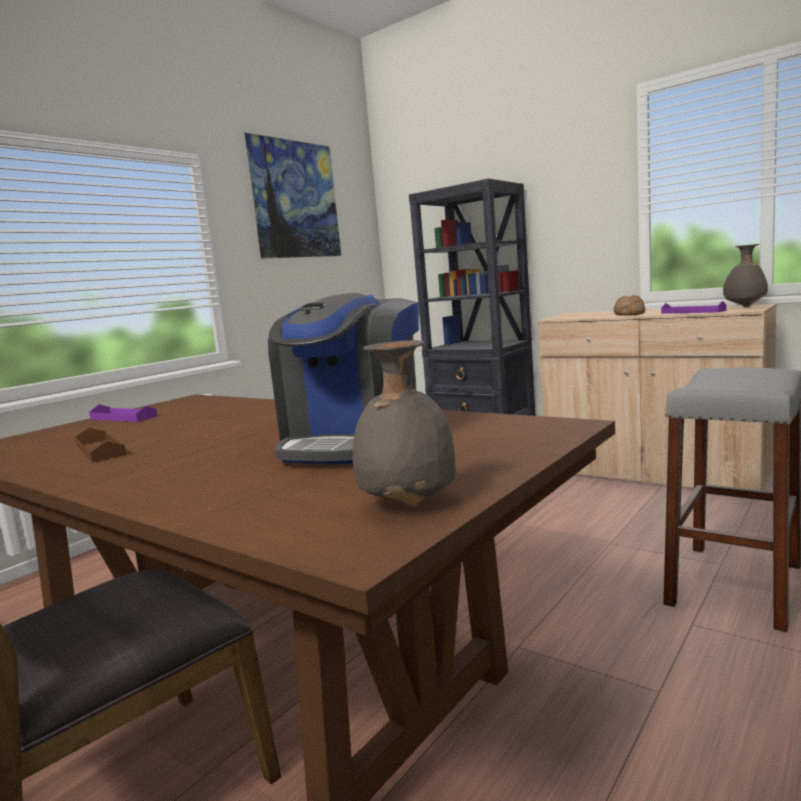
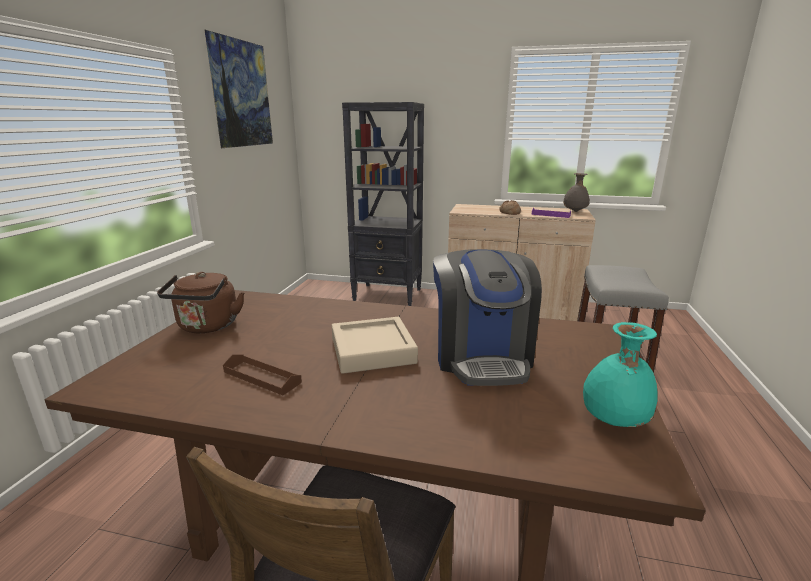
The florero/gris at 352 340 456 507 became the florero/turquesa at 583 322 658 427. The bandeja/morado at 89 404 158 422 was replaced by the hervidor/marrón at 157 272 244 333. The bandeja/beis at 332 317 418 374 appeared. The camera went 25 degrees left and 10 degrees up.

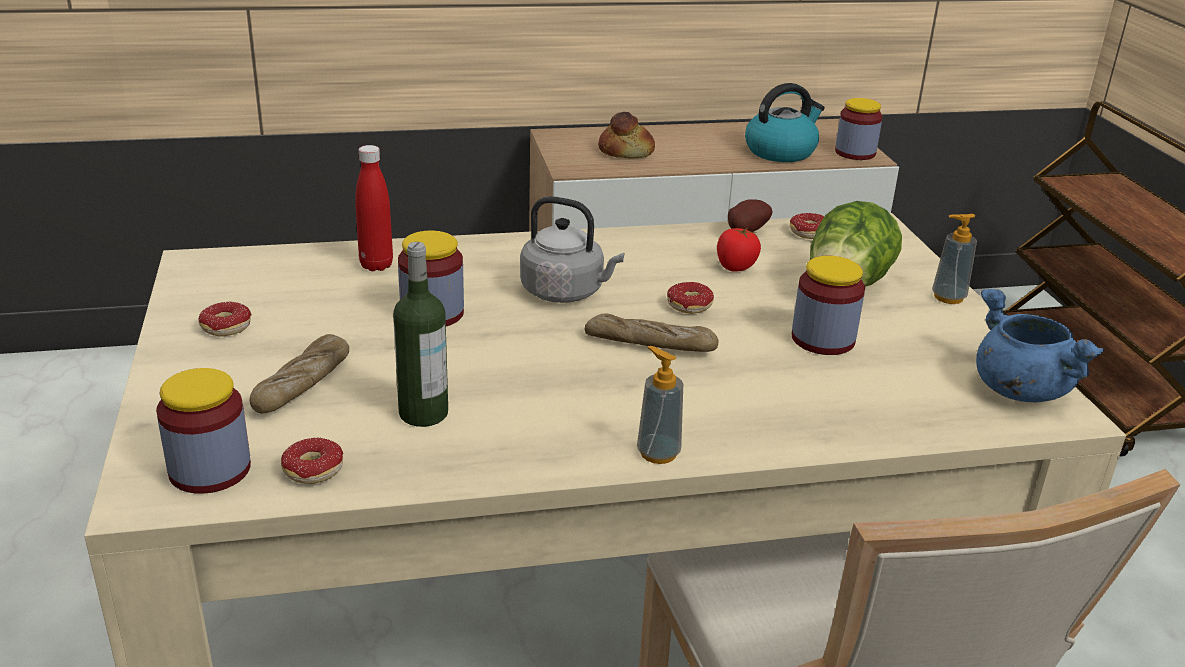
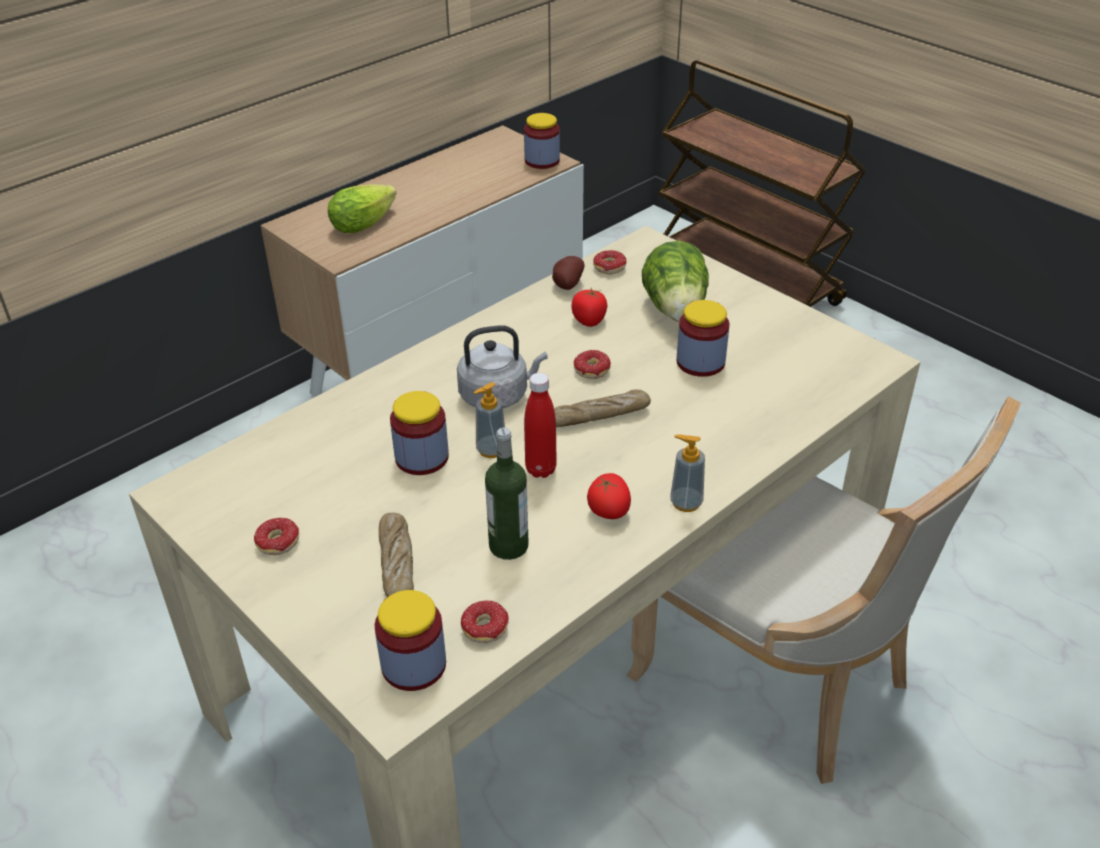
The hervidor at 745 83 825 162 disappeared. The pan at 598 112 655 159 was replaced by the lechuga at 328 184 397 233. The botella/rojo moved from 355 145 393 271 to 524 373 557 478. The dispensador de jabón moved from 932 214 977 304 to 474 382 505 458. The olla/azul at 976 289 1105 402 disappeared. The tomate at 587 473 631 519 appeared. The camera went 30 degrees left and 10 degrees up.

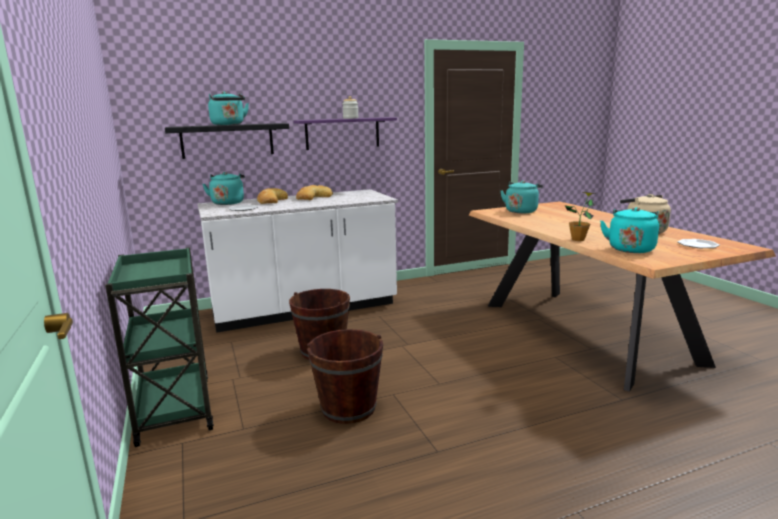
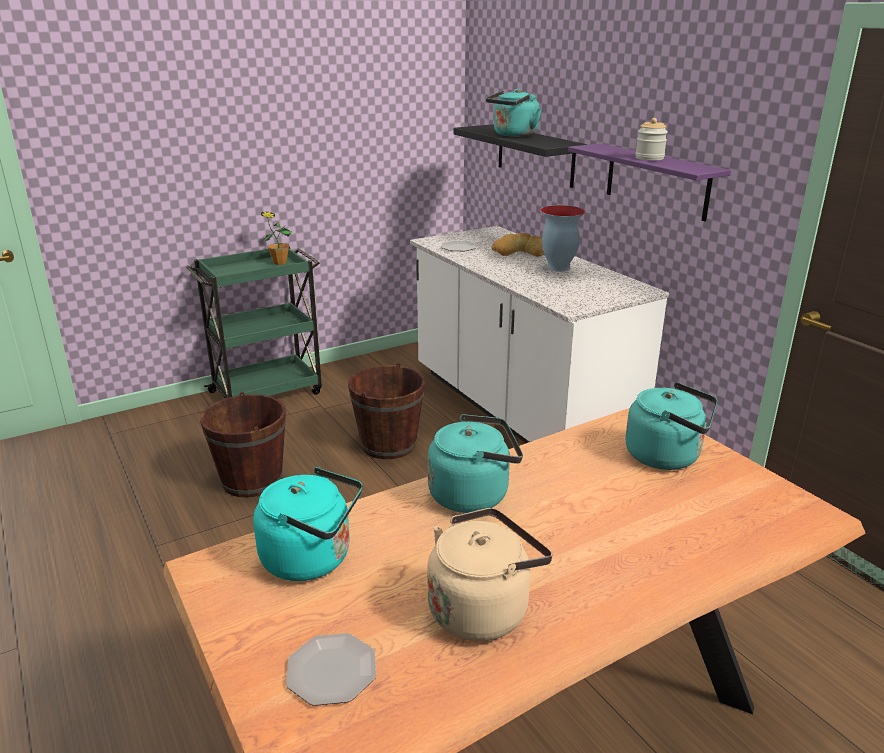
The hervidor/turquesa moved from 202 172 245 205 to 427 414 523 513. The pan at 296 185 333 200 was replaced by the florero at 540 205 586 272. The planta en maceta moved from 564 192 595 241 to 261 212 292 265. The camera went 80 degrees right and 10 degrees up.

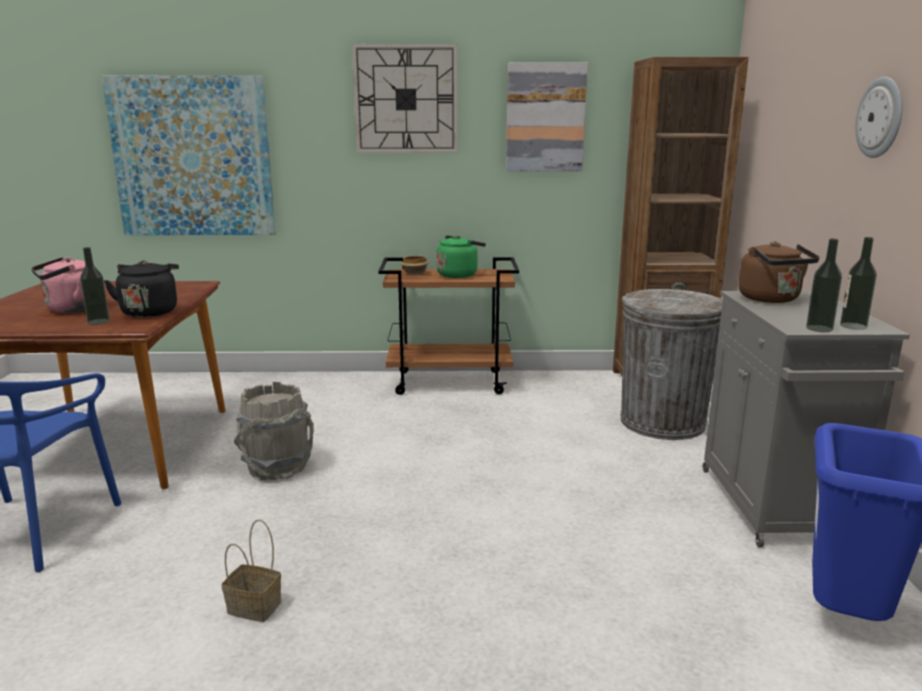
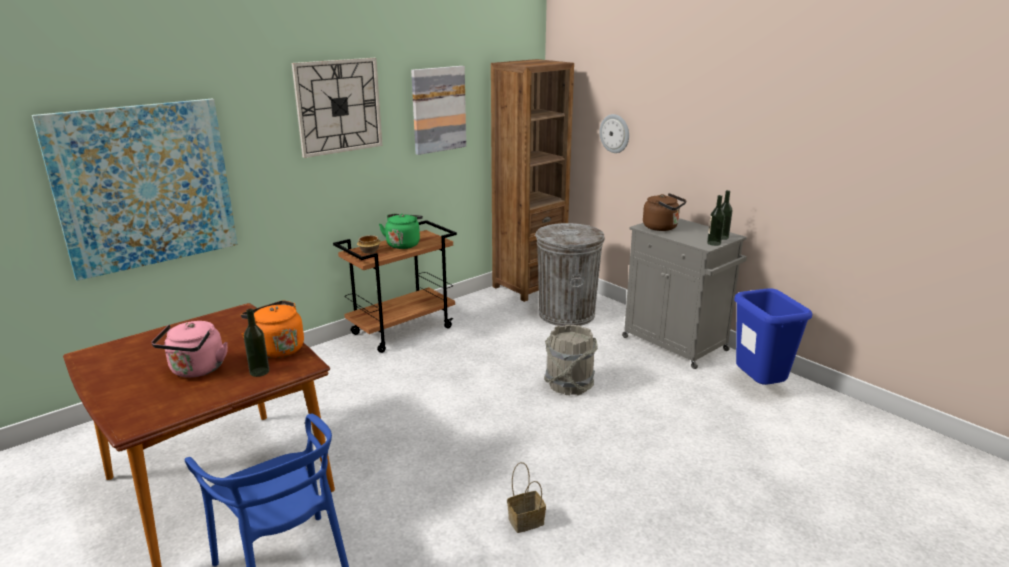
The reloj de pared moved from 855 77 902 158 to 599 114 629 153. The hervidor/negro at 104 260 179 317 became the hervidor/naranja at 241 300 304 358. The cubo/gris moved from 234 382 314 480 to 544 325 598 396. The camera went 40 degrees left and 5 degrees up.

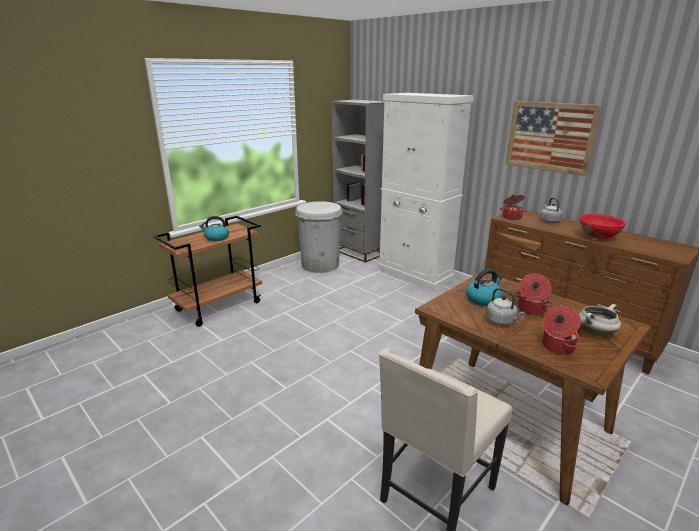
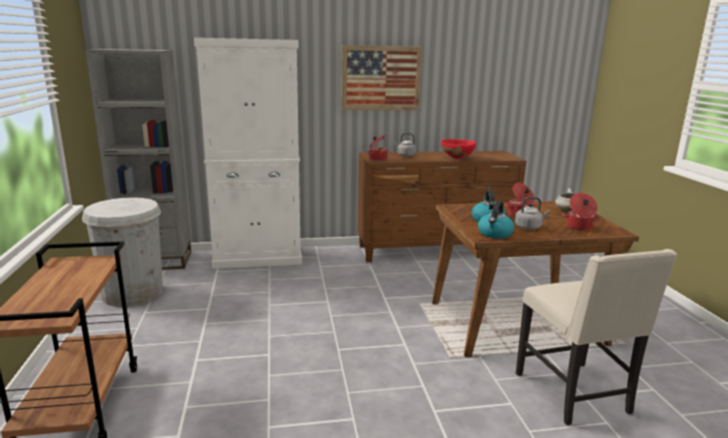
The hervidor moved from 199 216 229 241 to 478 201 514 239. The camera went 55 degrees left and 5 degrees down.

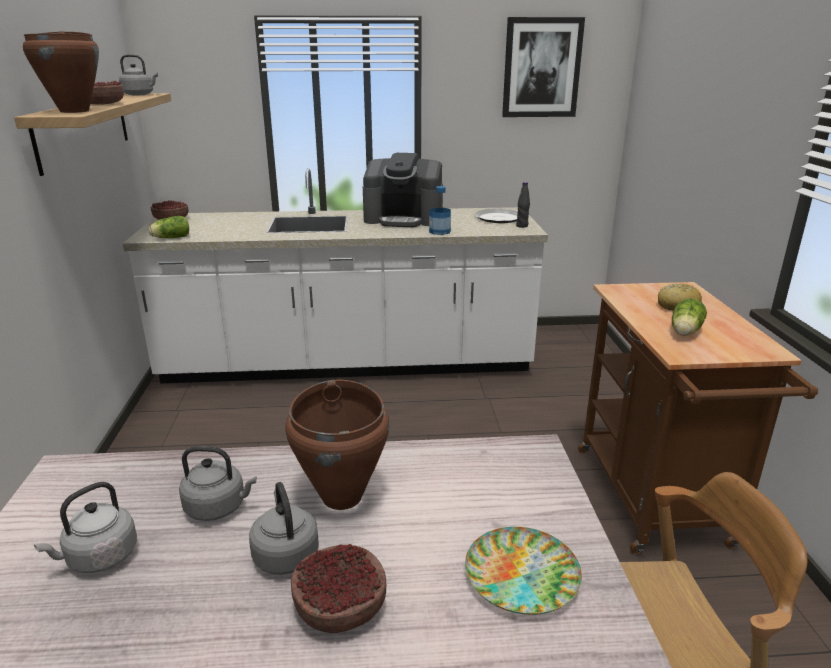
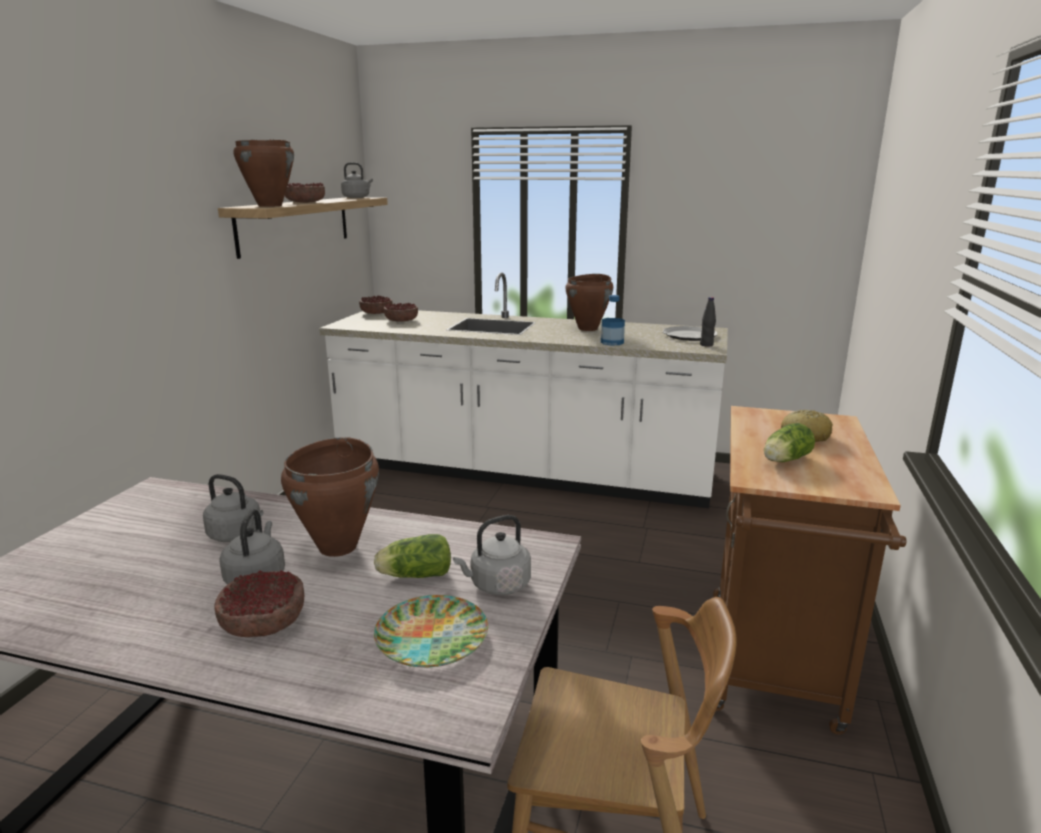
The cuadro at 502 17 585 117 disappeared. The cafetera at 363 153 443 227 was replaced by the olla/marrón at 565 274 613 331. The lechuga moved from 148 216 189 238 to 374 534 451 578. The hervidor/gris moved from 34 482 137 573 to 453 515 531 595. The cuenco at 384 303 418 322 appeared. The camera went 20 degrees right and 5 degrees down.

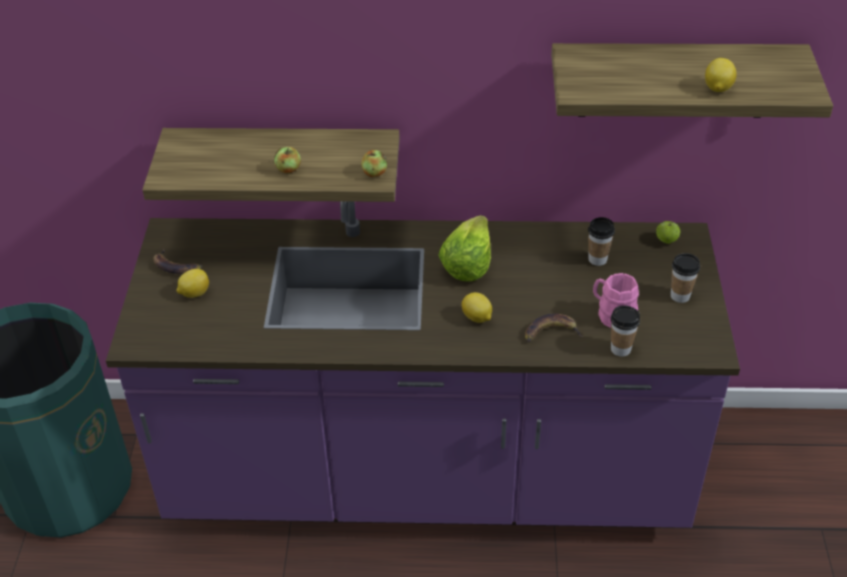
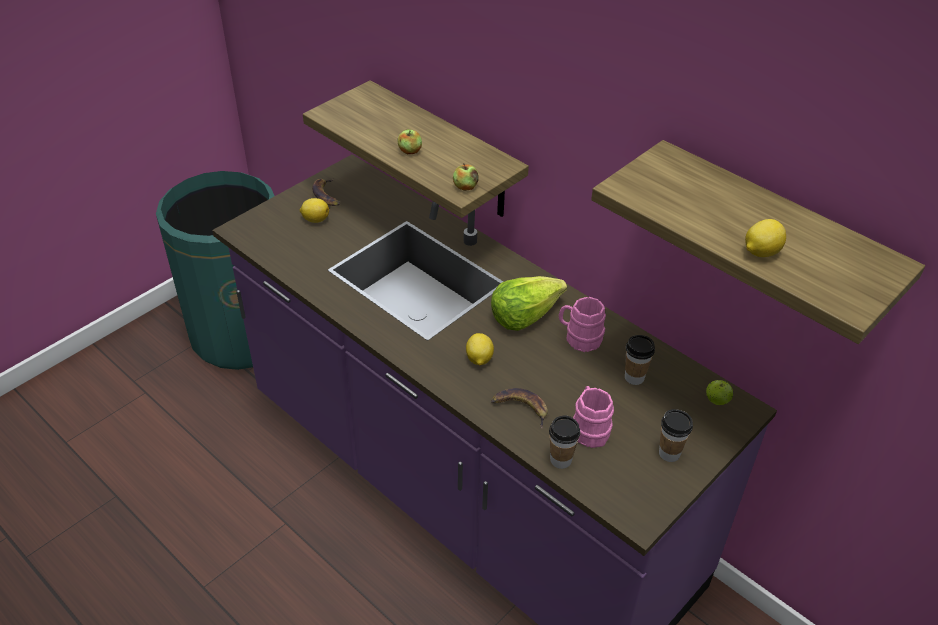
The taza grande/rosa at 559 297 606 352 appeared. The camera went 40 degrees right and 0 degrees up.

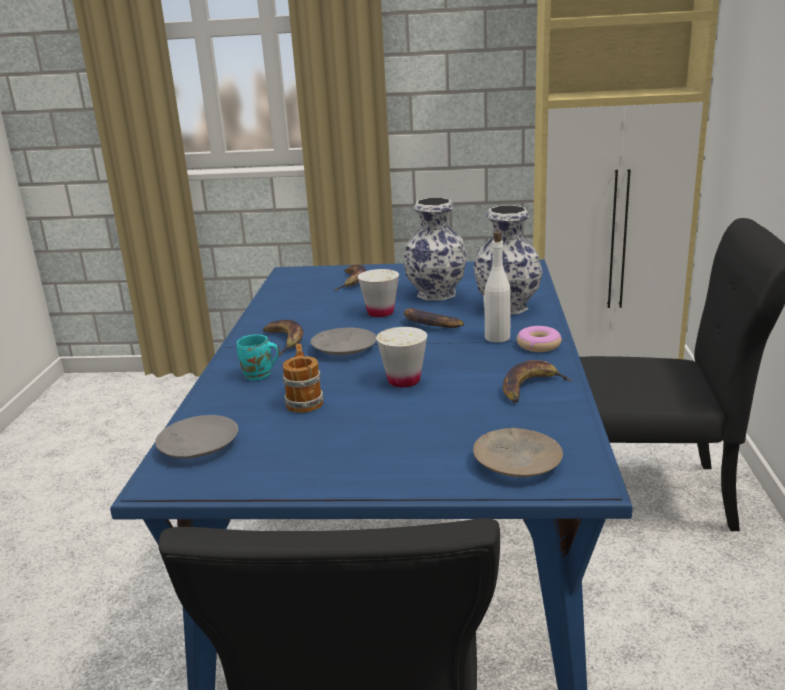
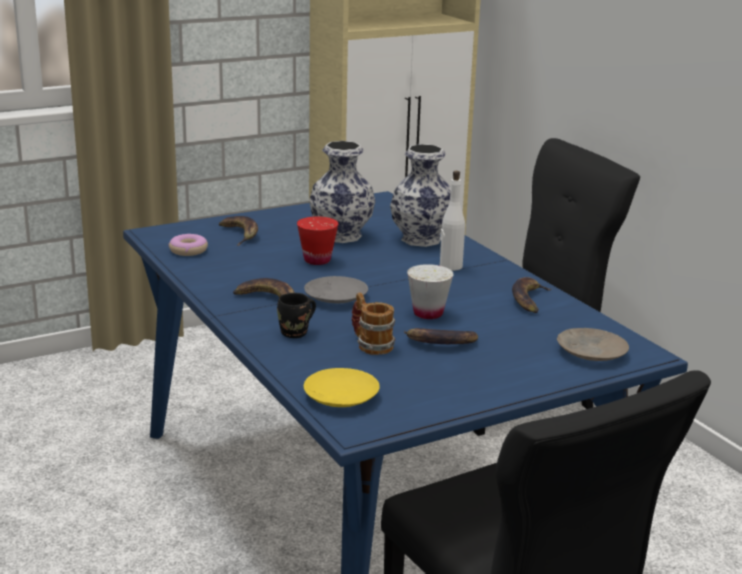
The taza/blanco at 358 269 399 317 became the taza/rojo at 297 216 338 265. The plátano moved from 404 308 464 328 to 404 328 478 344. The rosquilla moved from 517 326 562 352 to 168 234 208 256. The taza grande/turquesa at 237 334 280 381 became the taza grande/negro at 277 293 316 338. The plato/gris at 155 415 238 458 became the plato/amarillo at 304 368 380 407. The camera went 35 degrees left and 0 degrees up.

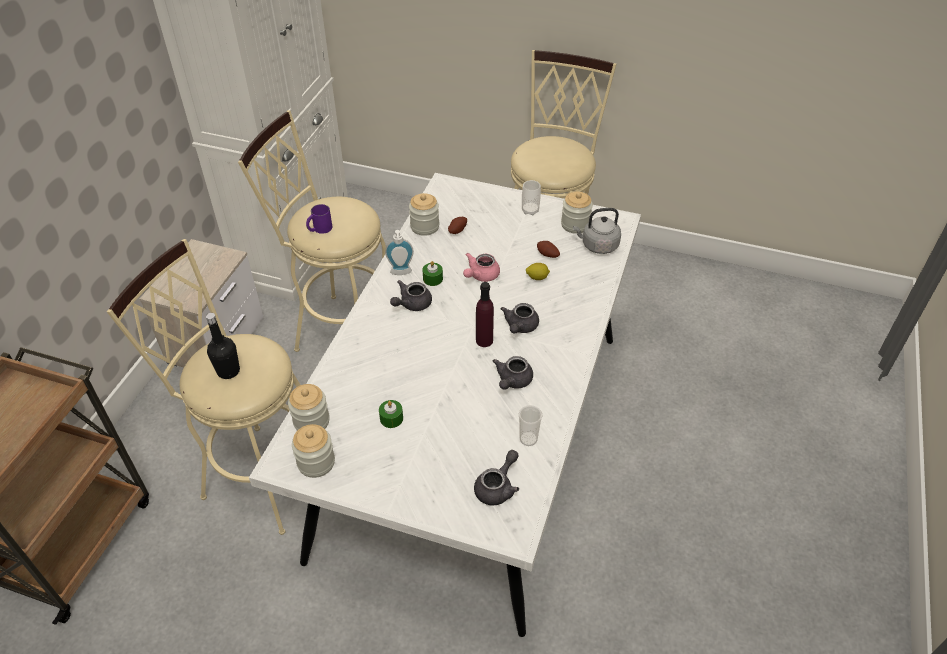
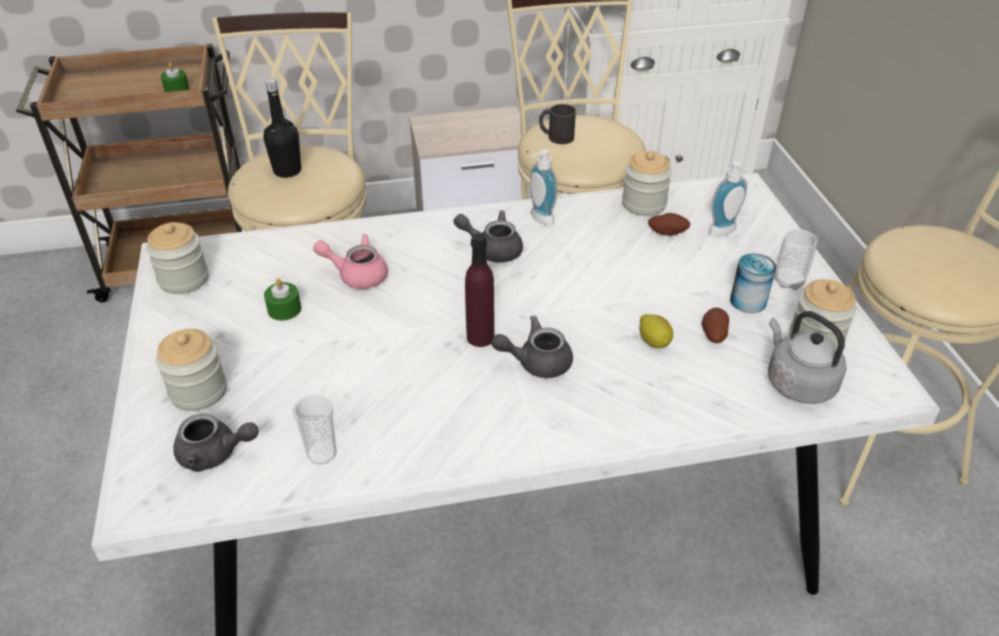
The taza grande/morado at 306 204 333 234 became the taza grande/negro at 539 104 576 144. The tetera/rosa moved from 463 253 500 282 to 313 234 388 289. The vela/verde moved from 423 261 443 286 to 160 62 189 92. The tetera/gris at 493 356 533 390 disappeared. The tarro moved from 288 384 330 431 to 156 329 227 411. The dispensador de jabón at 709 161 748 237 appeared. The lata at 730 253 776 313 appeared. The camera went 60 degrees right and 5 degrees down.

